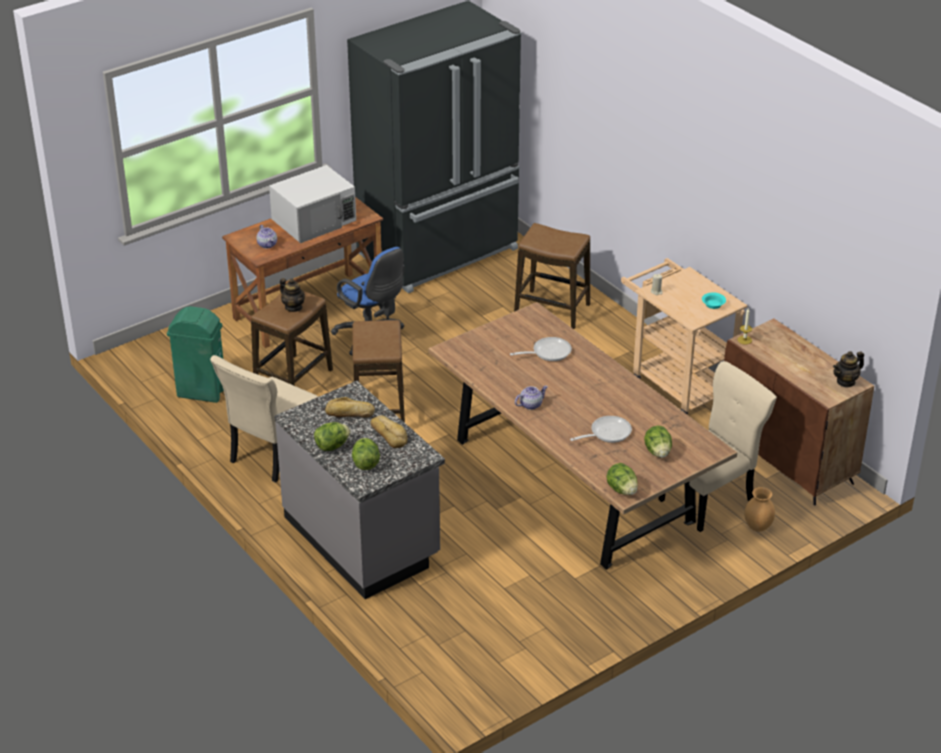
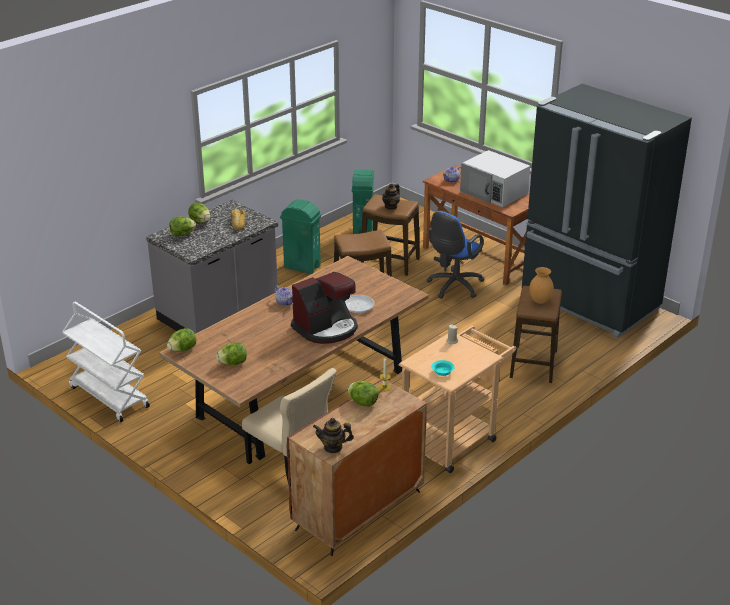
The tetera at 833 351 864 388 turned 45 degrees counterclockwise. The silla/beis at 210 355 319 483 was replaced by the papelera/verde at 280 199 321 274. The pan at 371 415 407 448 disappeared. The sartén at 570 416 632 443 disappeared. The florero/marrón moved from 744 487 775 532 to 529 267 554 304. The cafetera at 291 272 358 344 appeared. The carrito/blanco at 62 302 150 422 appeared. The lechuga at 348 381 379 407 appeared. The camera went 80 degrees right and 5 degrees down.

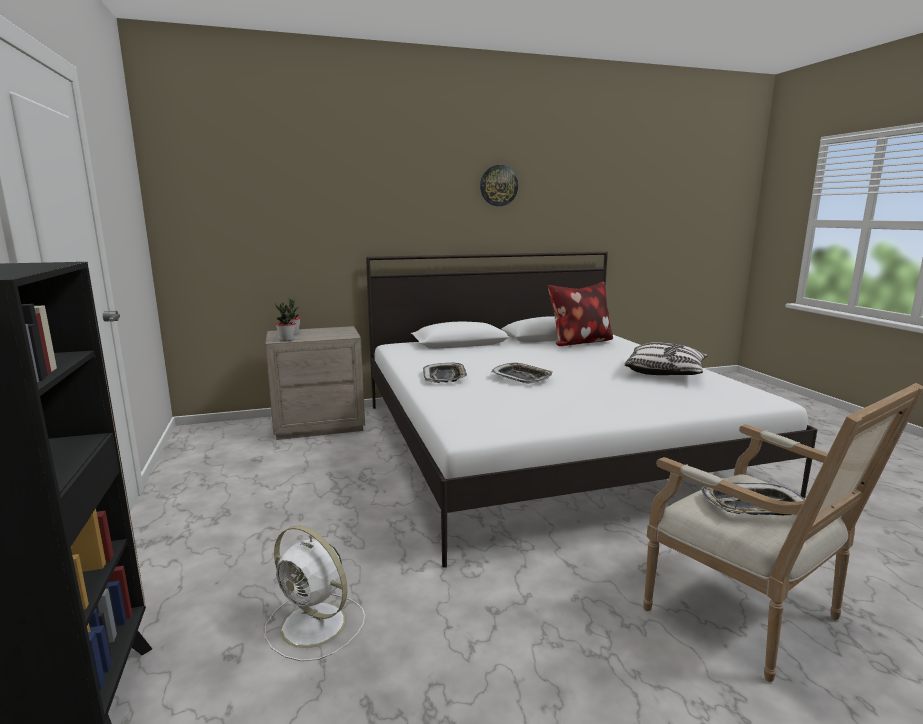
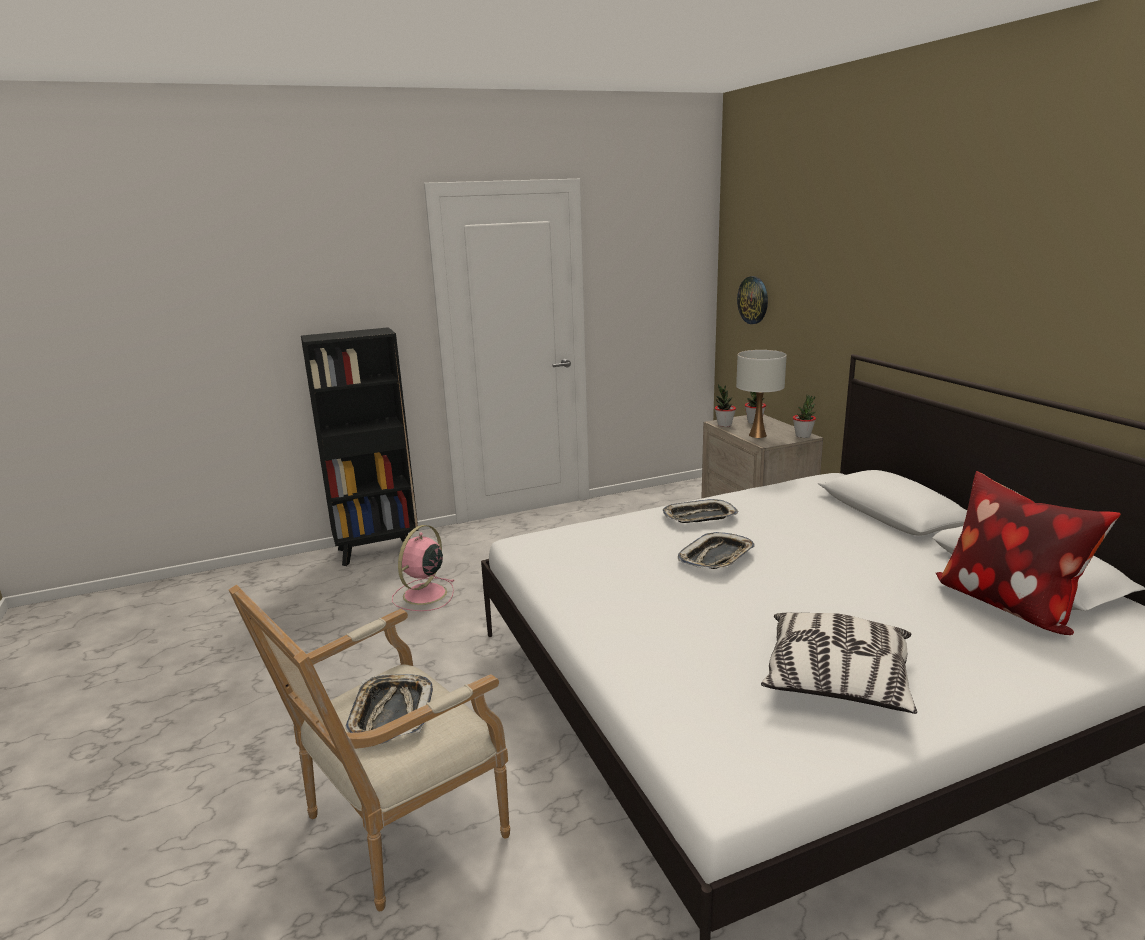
The reloj de pared moved from 480 165 518 206 to 737 276 768 324. The ventilador/blanco at 264 525 365 661 became the ventilador/rosa at 392 525 454 611. The lámpara de mesa/blanco at 736 350 787 438 appeared. The planta en maceta at 793 395 816 438 appeared. The camera went 85 degrees right and 5 degrees up.

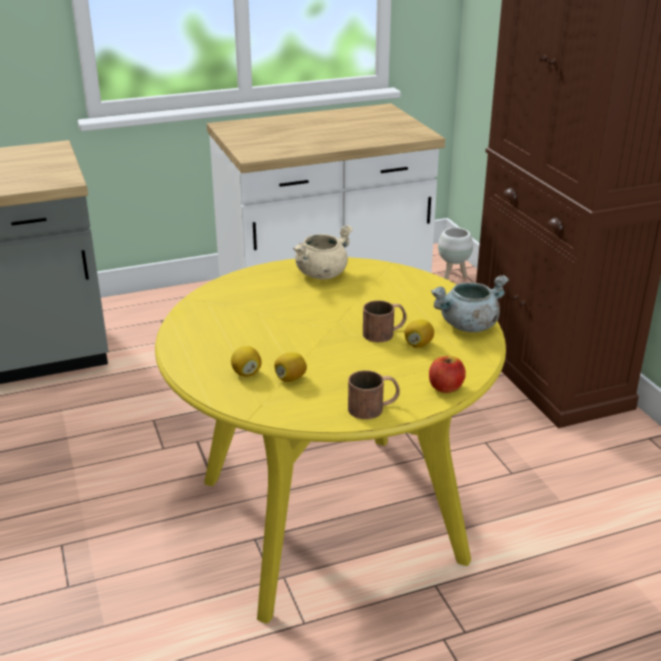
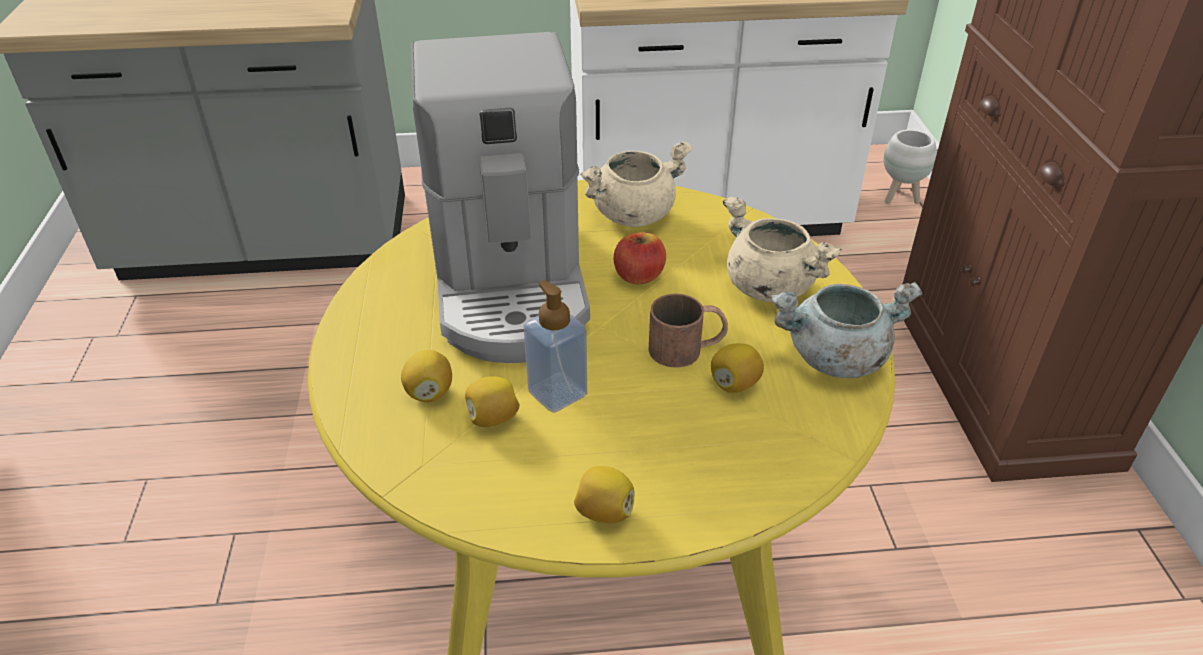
The manzana moved from 429 356 466 393 to 614 232 666 284. The taza grande/marrón at 348 370 400 419 was replaced by the limón at 574 466 634 523. The cafetera at 411 32 590 363 appeared. The olla/beis at 723 197 842 302 appeared. The dispensador de jabón at 524 280 587 413 appeared. The camera went 15 degrees right and 10 degrees up.

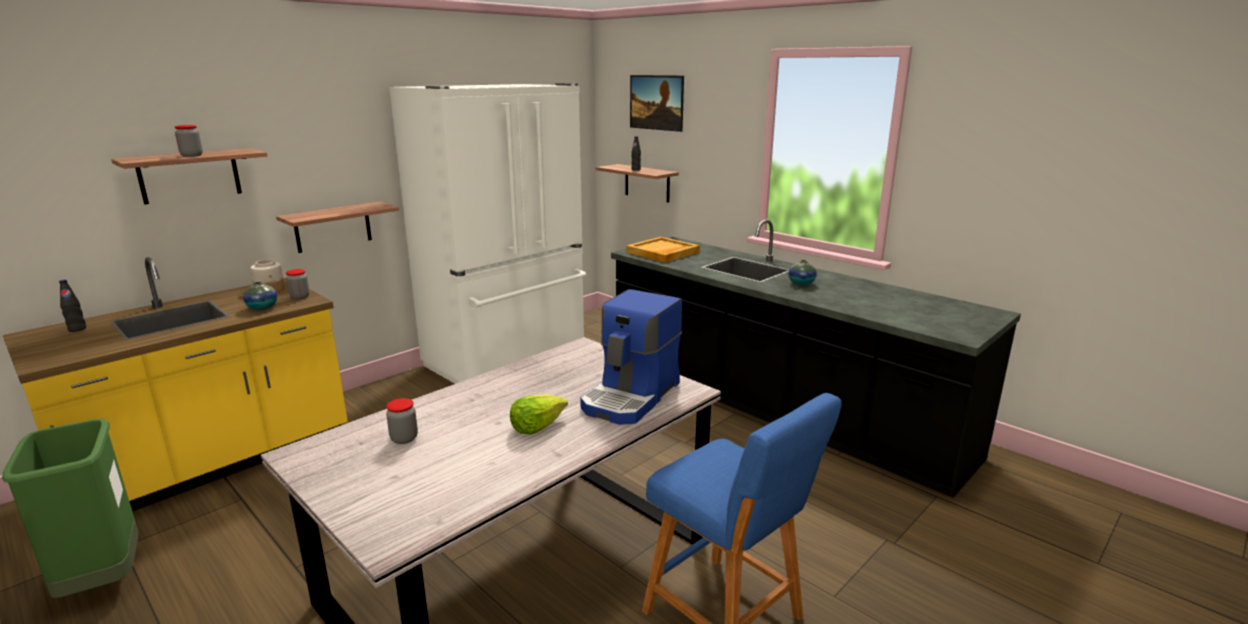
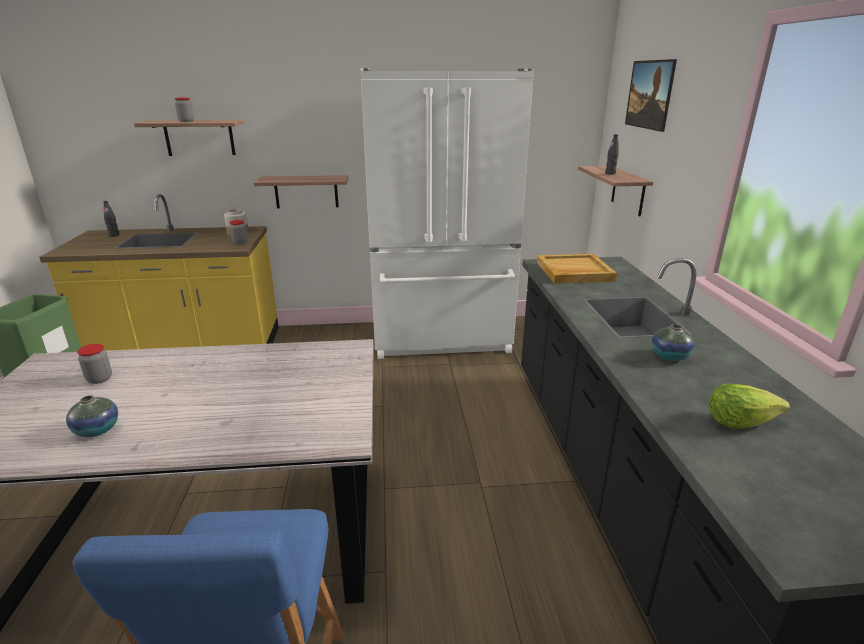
The florero moved from 243 282 278 310 to 66 395 118 437. The cafetera at 580 289 682 425 disappeared. The lechuga moved from 510 395 568 435 to 709 384 790 429. The camera went 40 degrees right and 5 degrees up.

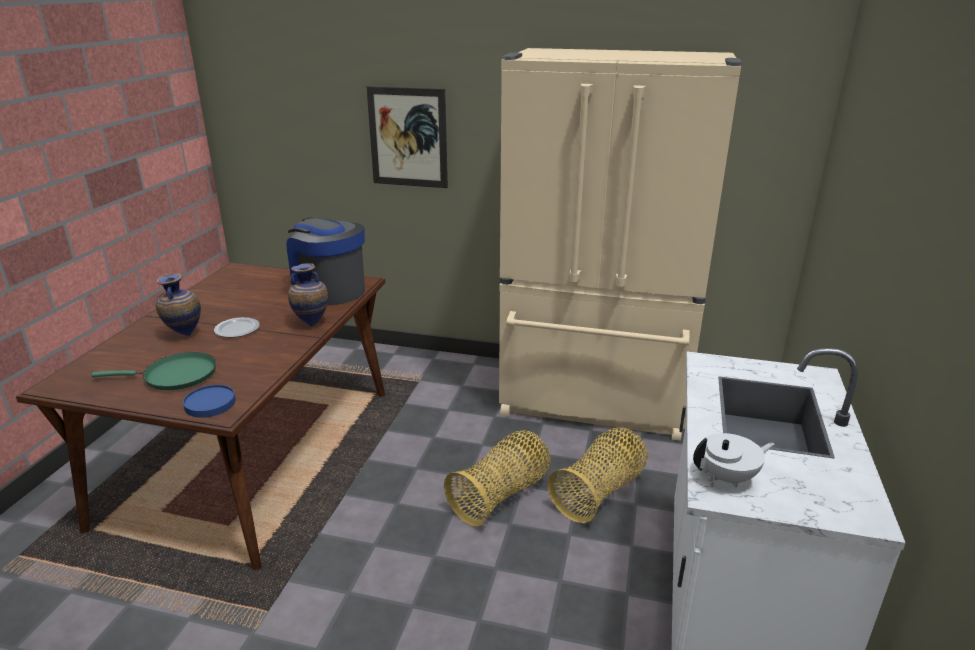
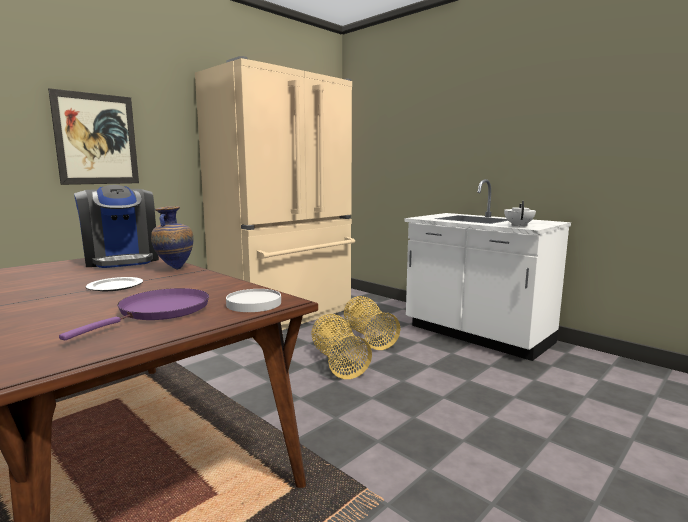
The cafetera at 286 217 365 306 turned 105 degrees counterclockwise. The florero at 156 273 201 336 disappeared. The sartén/verde at 91 352 216 390 became the sartén/morado at 59 288 209 340. The plato/azul at 183 385 236 418 became the plato/blanco at 226 289 281 312. The camera went 60 degrees left and 15 degrees down.

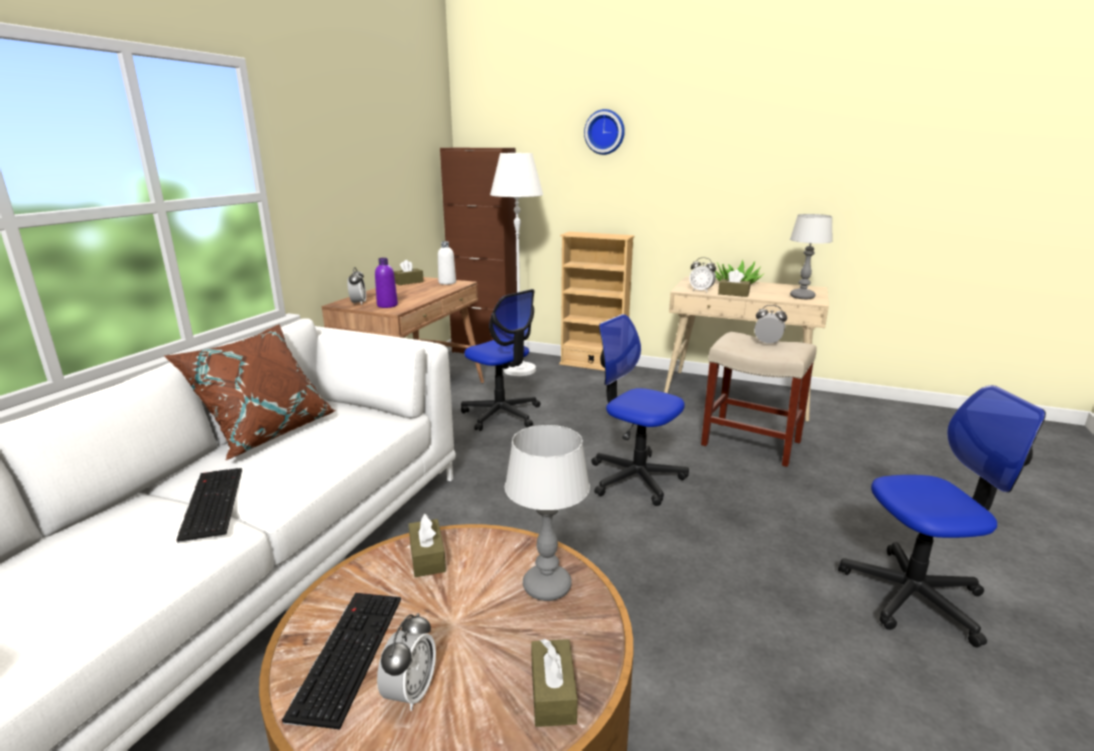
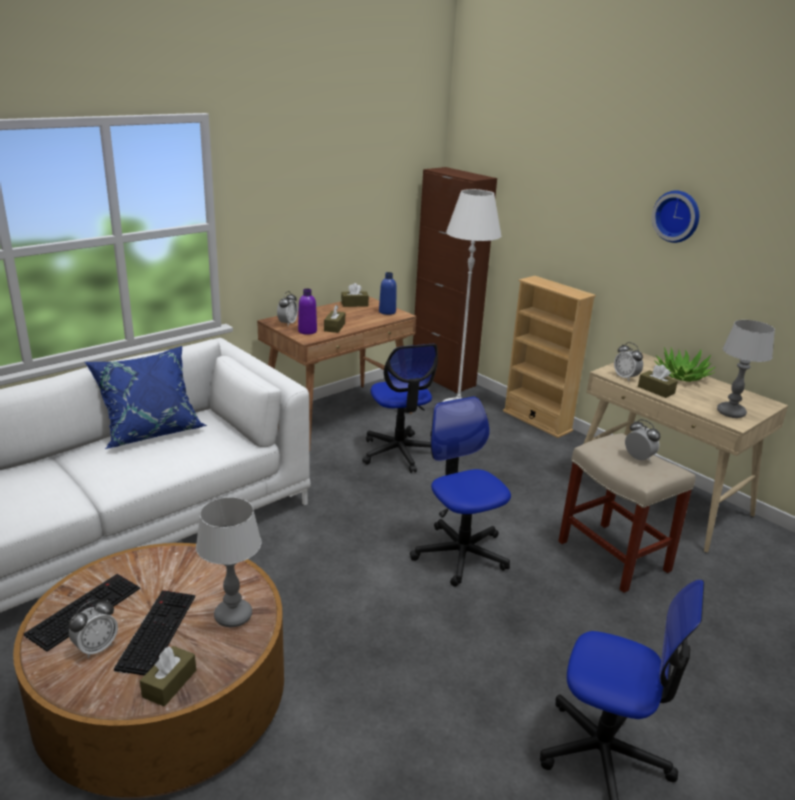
The reloj de pared moved from 584 109 625 155 to 652 191 699 243. The botella/blanco at 438 241 456 285 became the botella/azul at 379 272 397 315. The cojín/marrón at 164 324 336 460 became the cojín/azul at 85 346 207 449. The teclado moved from 176 468 242 543 to 114 590 195 675. The caja de pañuelos/marrón moved from 408 514 446 577 to 324 305 345 333. The camera went 25 degrees right and 5 degrees up.

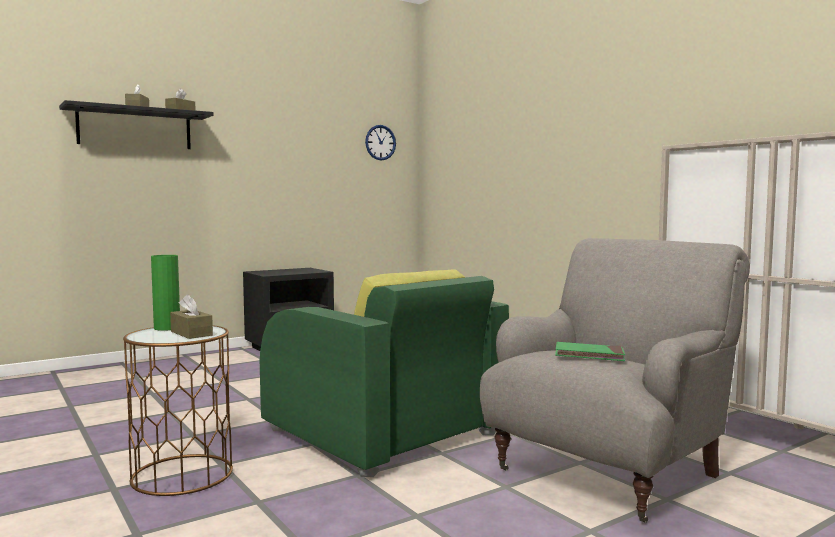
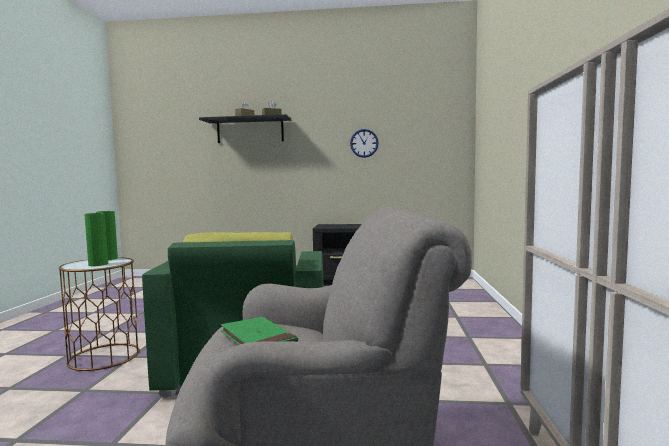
The reloj de pared moved from 365 125 396 161 to 350 129 378 158. The caja de pañuelos/marrón at 170 294 213 339 was replaced by the florero/verde at 84 213 108 266. The camera went 40 degrees right and 0 degrees up.

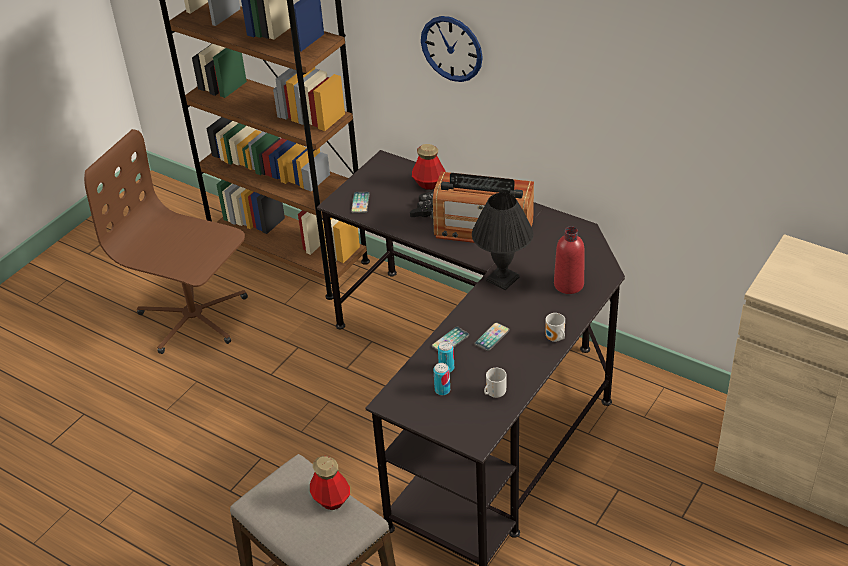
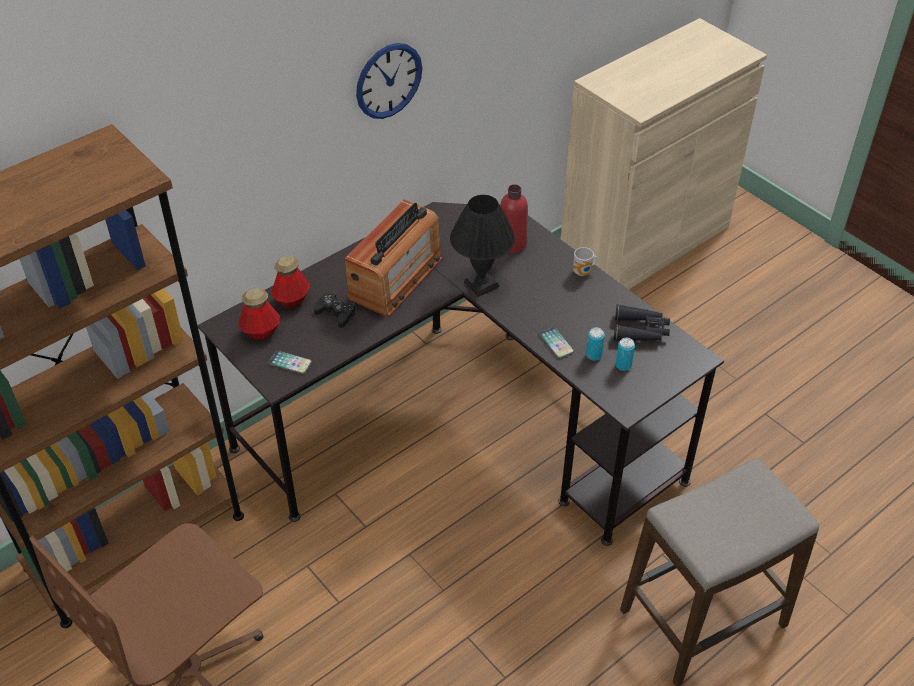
The reloj de pared moved from 421 16 483 82 to 356 43 422 119. The móvil at 474 323 510 351 disappeared. The taza grande at 484 368 507 398 was replaced by the prismáticos/negro at 614 305 670 341. The botella moved from 310 456 350 510 to 238 289 280 340. The camera went 75 degrees left and 5 degrees up.

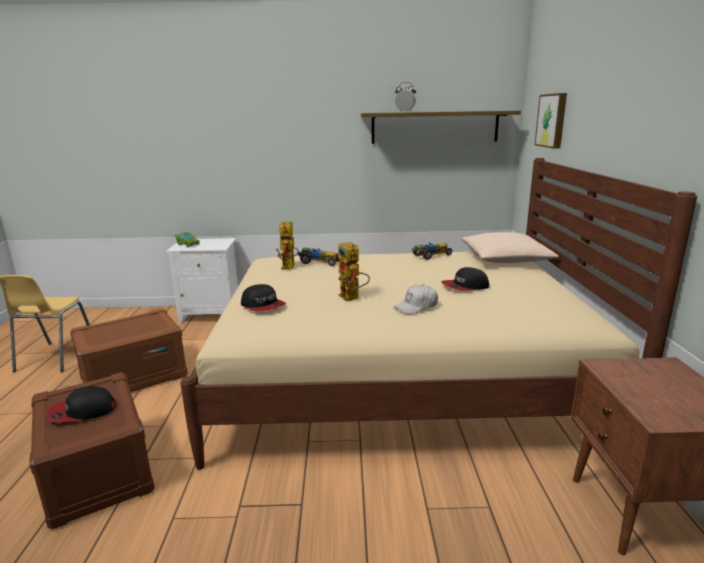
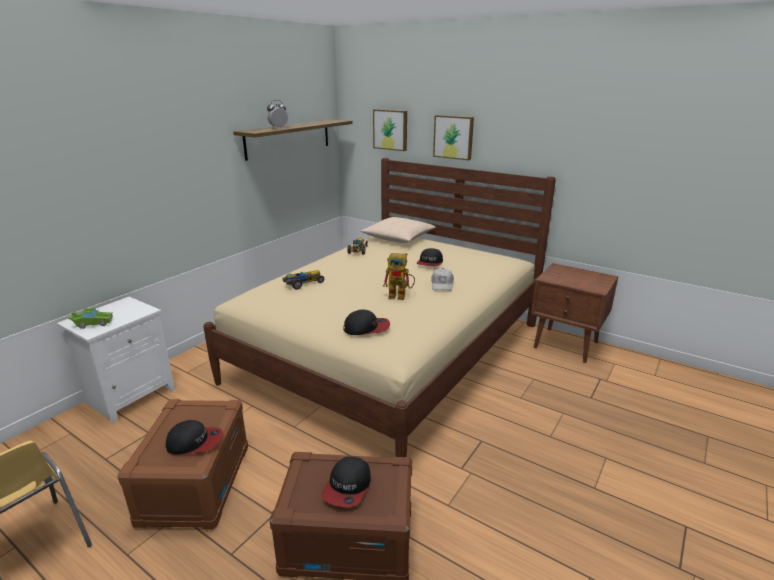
The robot de juguete at 276 222 299 270 disappeared. The cuadro at 433 115 474 160 appeared. The gorra at 165 420 223 455 appeared. The camera went 55 degrees left and 5 degrees up.

